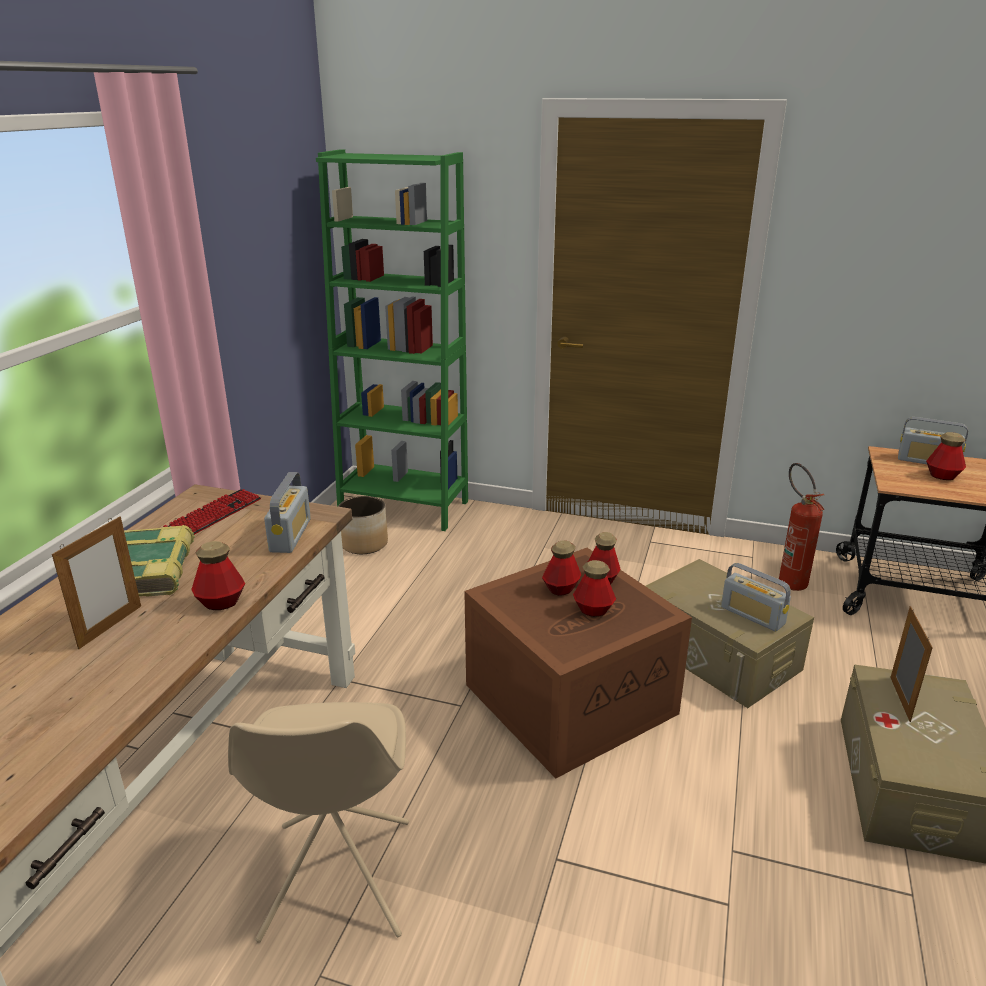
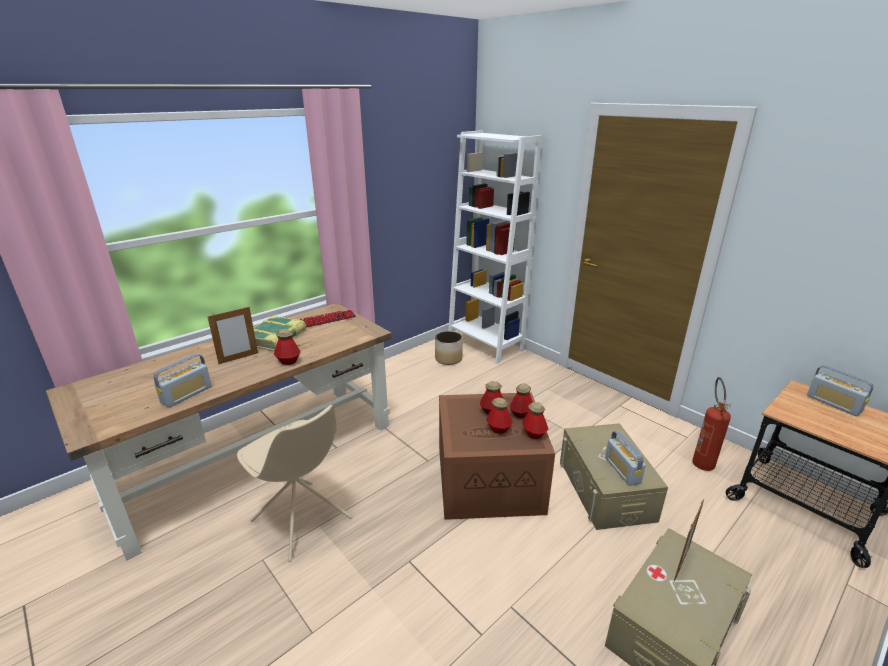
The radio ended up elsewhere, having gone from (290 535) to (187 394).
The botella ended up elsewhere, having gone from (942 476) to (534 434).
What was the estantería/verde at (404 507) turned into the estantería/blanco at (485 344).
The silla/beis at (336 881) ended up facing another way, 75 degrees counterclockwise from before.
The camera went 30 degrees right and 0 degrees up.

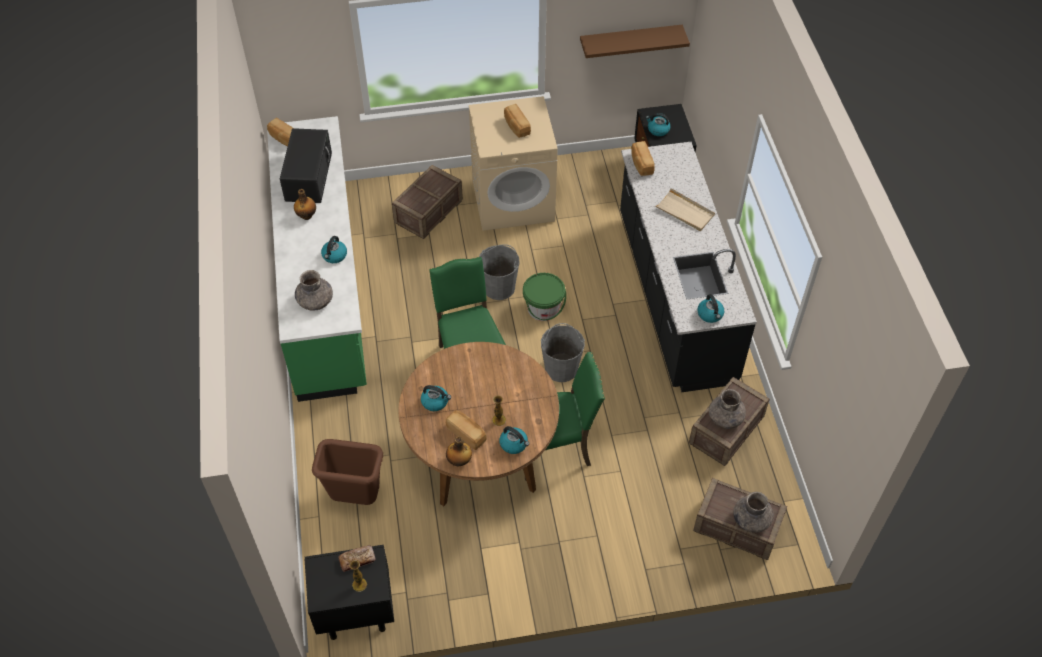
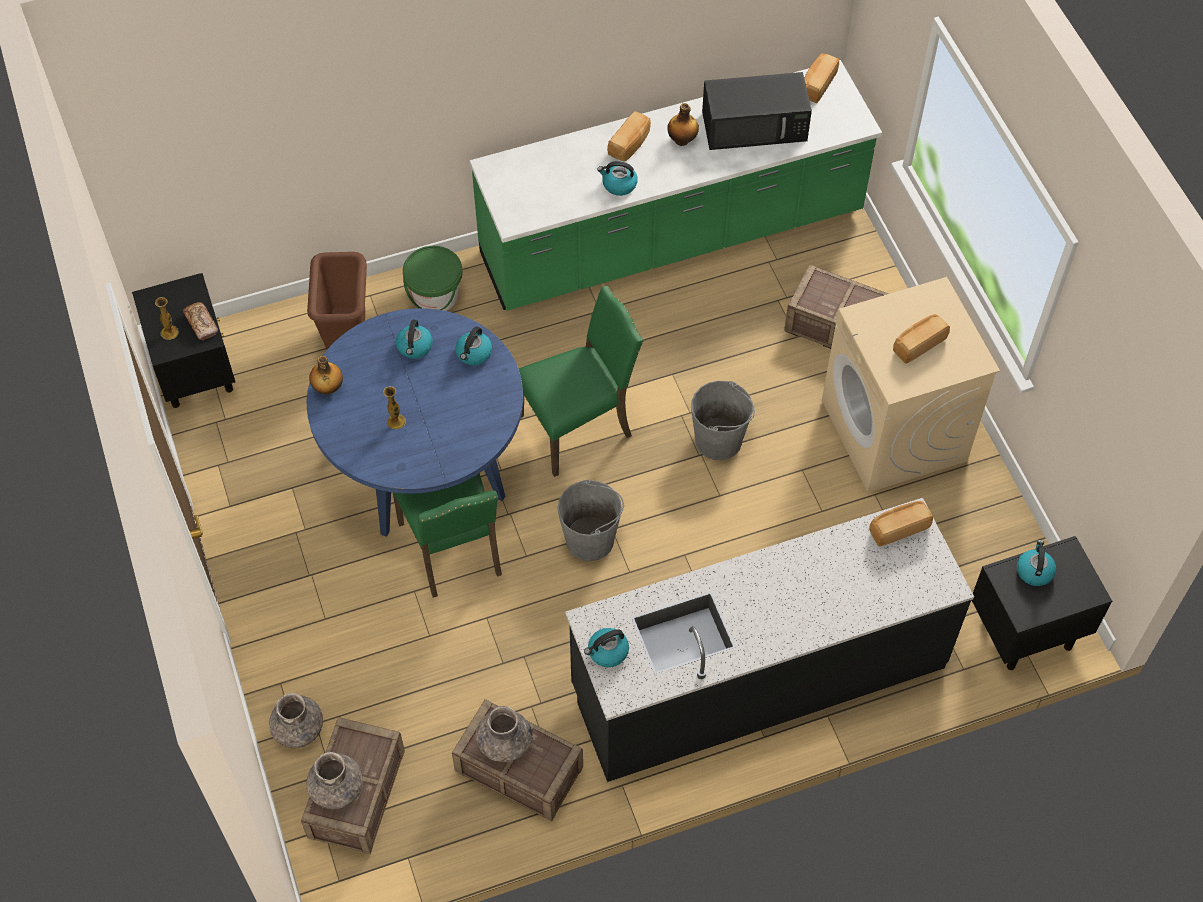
The second view lost the estante/marrón at (630 40).
The second view lost the bandeja/beis at (684 212).
The florero/gris ended up elsewhere, having gone from (315 301) to (298 728).
The pan ended up elsewhere, having gone from (467 434) to (630 144).
The hervidor ended up elsewhere, having gone from (514 444) to (474 354).
The cubo/verde ended up elsewhere, having gone from (543 308) to (435 295).
What was the mesa de comedor/marrón at (481 458) turned into the mesa de comedor/azul at (425 466).
The camera went 80 degrees right and 5 degrees up.

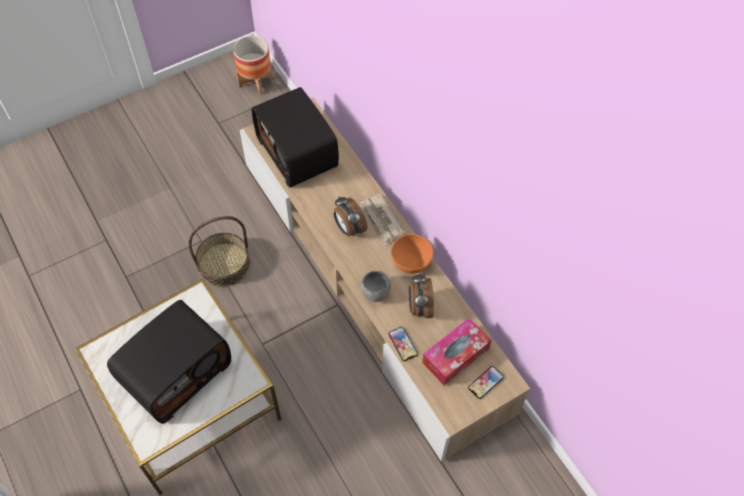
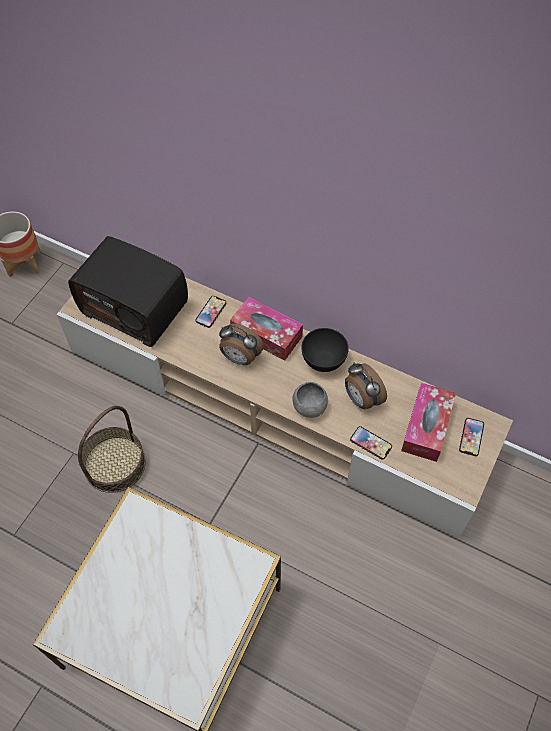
The second view lost the radio at (176 371).
The second view gained the móvil at (211 312).
Where the periódico stood at (381 221), the caja de pañuelos came to stand at (266 334).
What was the cuenco/naranja at (411 263) turned into the cuenco/negro at (324 360).
The camera went 30 degrees left and 0 degrees up.

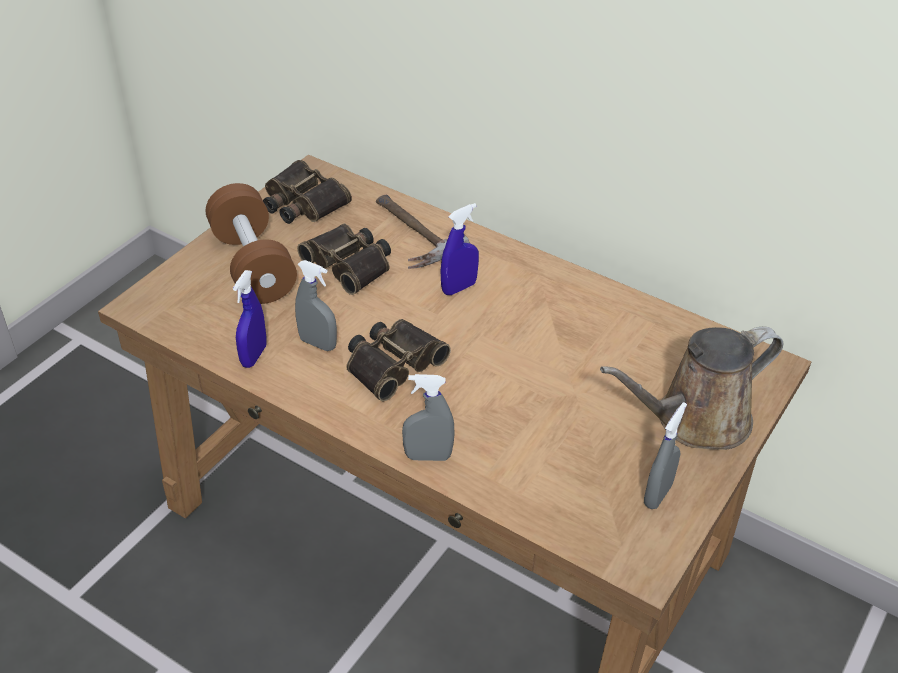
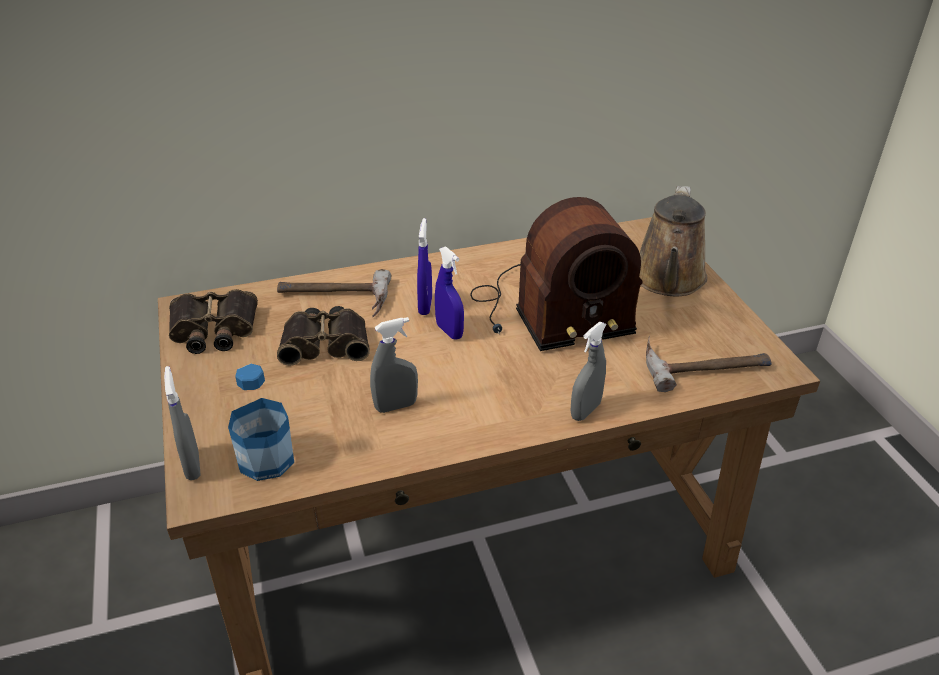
The second view lost the mancuerna/marrón at (253 265).
The second view lost the prismáticos at (392 363).
The second view gained the botella at (266 459).
The second view gained the radio at (548 312).
The second view gained the martillo at (703 363).
The pulverizador/azul ended up elsewhere, having gone from (254 356) to (449 331).
The pulverizador/gris ended up elsewhere, having gone from (657 495) to (192 466).
The camera went 50 degrees left and 5 degrees down.

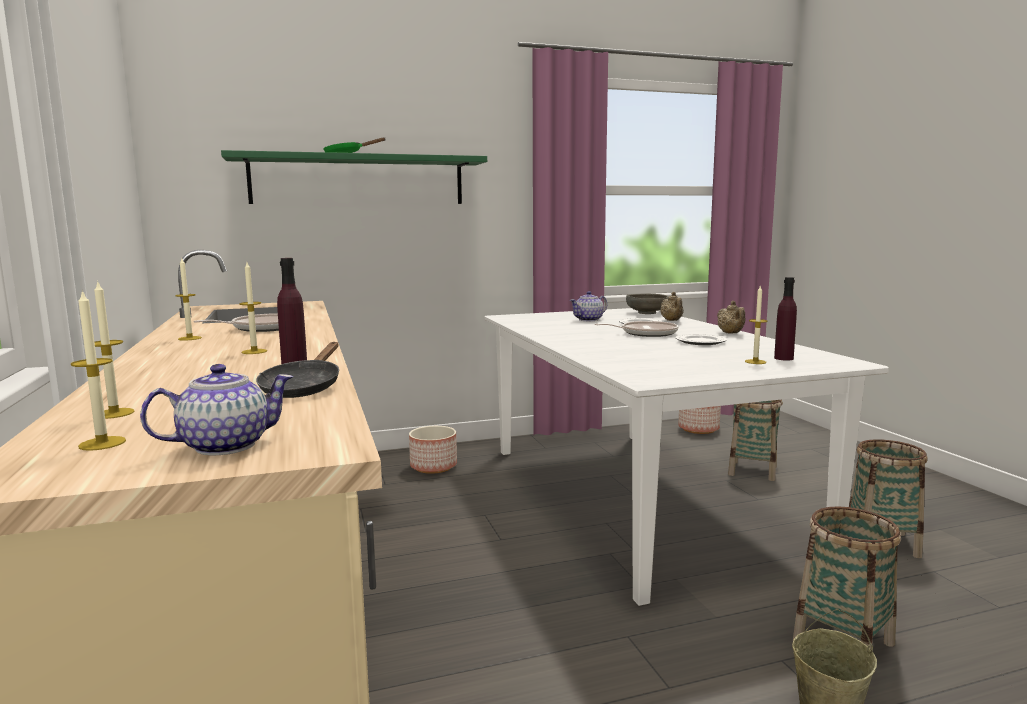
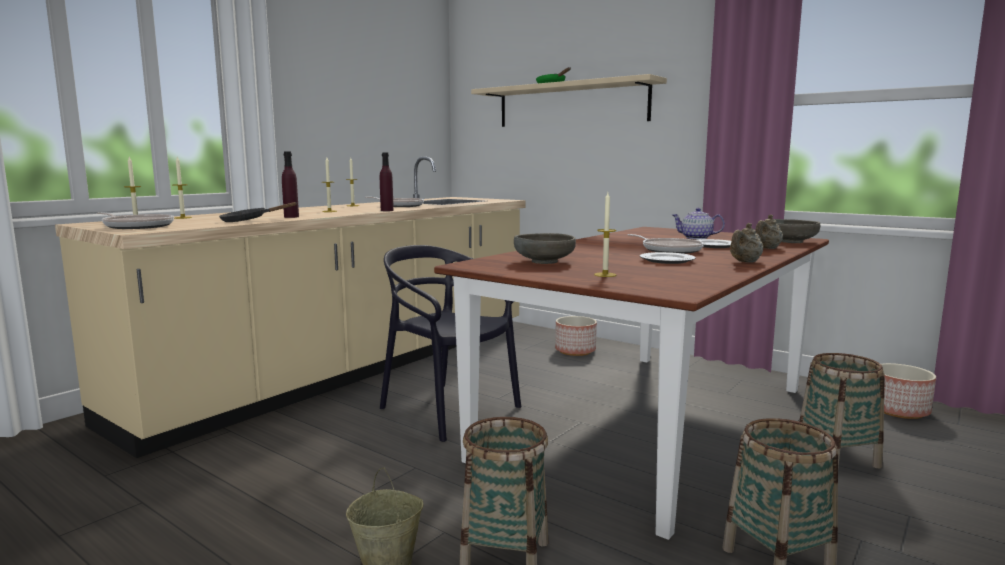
The second view gained the silla/negro at (448 410).
The second view gained the cuenco/gris at (544 261).
The botella/morado ended up elsewhere, having gone from (783 358) to (387 210).
Where the tetera stood at (224 446), the sartén came to stand at (137 226).
What was the estante/verde at (358 180) turned into the estante/beis at (571 105).
What was the mesa de comedor/blanco at (638 498) turned into the mesa de comedor/marrón at (652 422).
The camera went 55 degrees right and 0 degrees up.

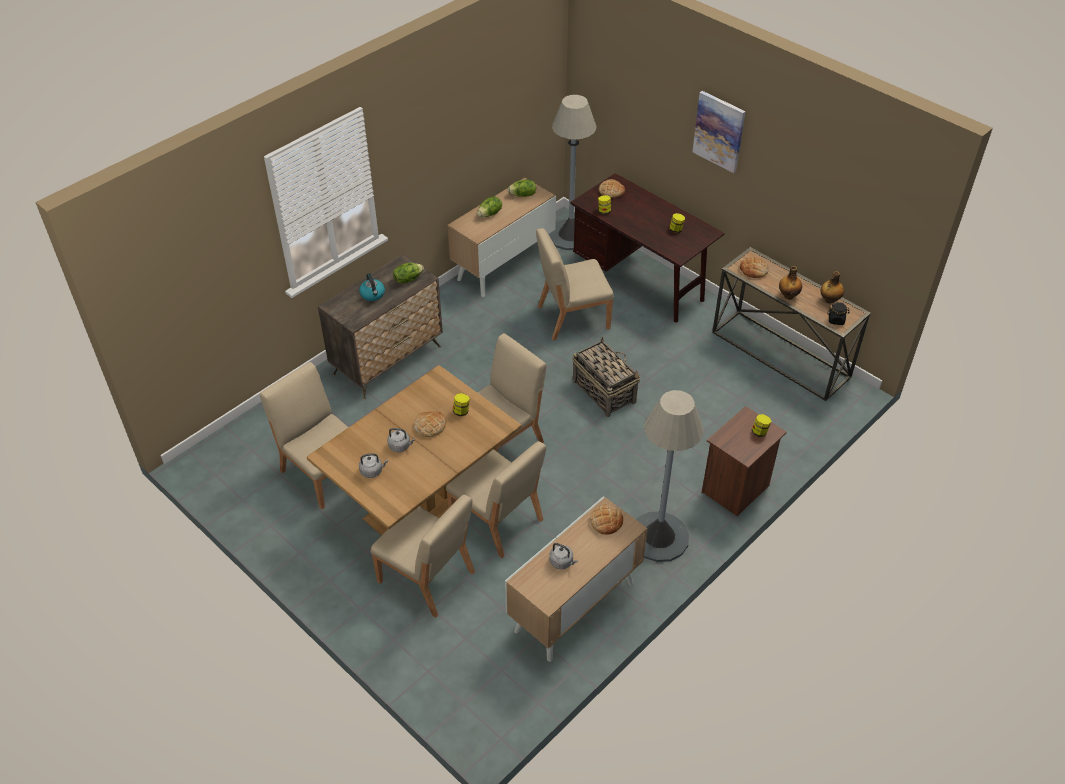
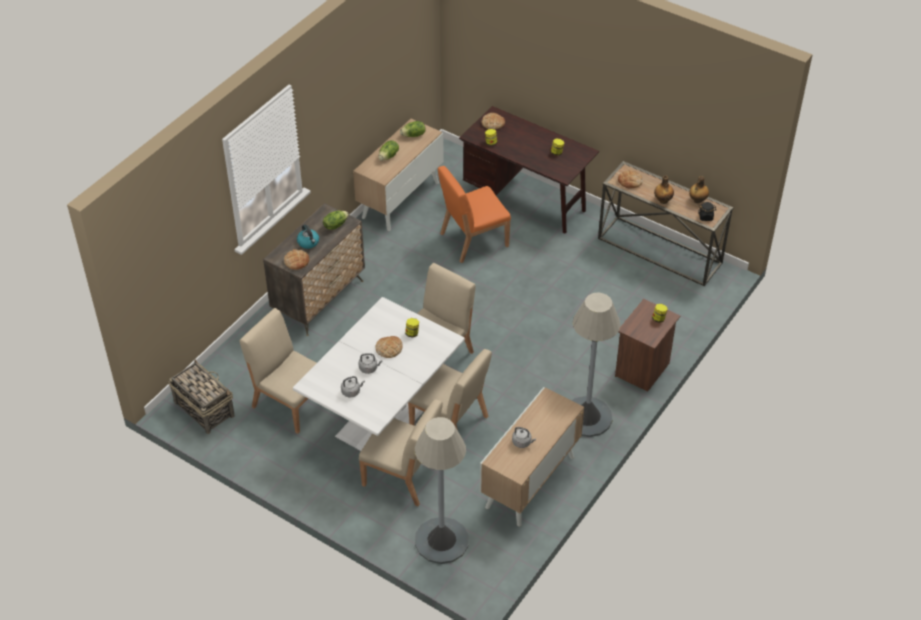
The second view lost the cuadro at (719 131).
The lámpara de pie/gris ended up elsewhere, having gone from (570 235) to (441 541).
The cesta ended up elsewhere, having gone from (603 391) to (204 408).
The pan ended up elsewhere, having gone from (606 521) to (296 261).
What was the mesa de comedor/marrón at (422 505) turned into the mesa de comedor/blanco at (383 418).
What was the silla/beis at (572 317) turned into the silla/naranja at (473 240).
The camera went 10 degrees left and 0 degrees up.

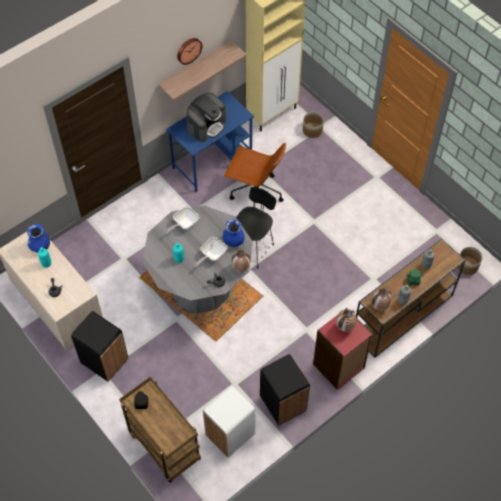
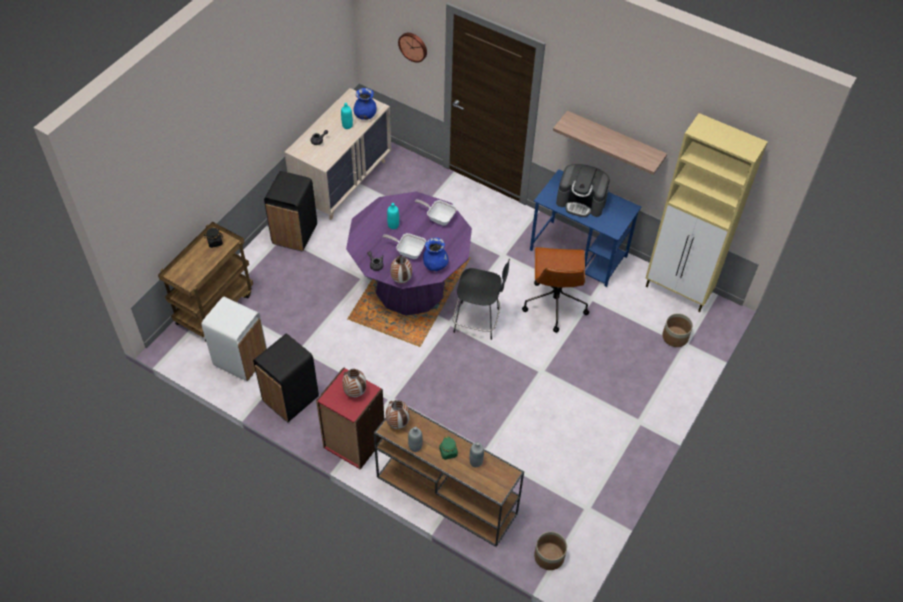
The reloj de pared ended up elsewhere, having gone from (188 50) to (413 46).
What was the mesa de comedor/gris at (200 286) turned into the mesa de comedor/morado at (410 287).
The camera went 70 degrees right and 5 degrees down.

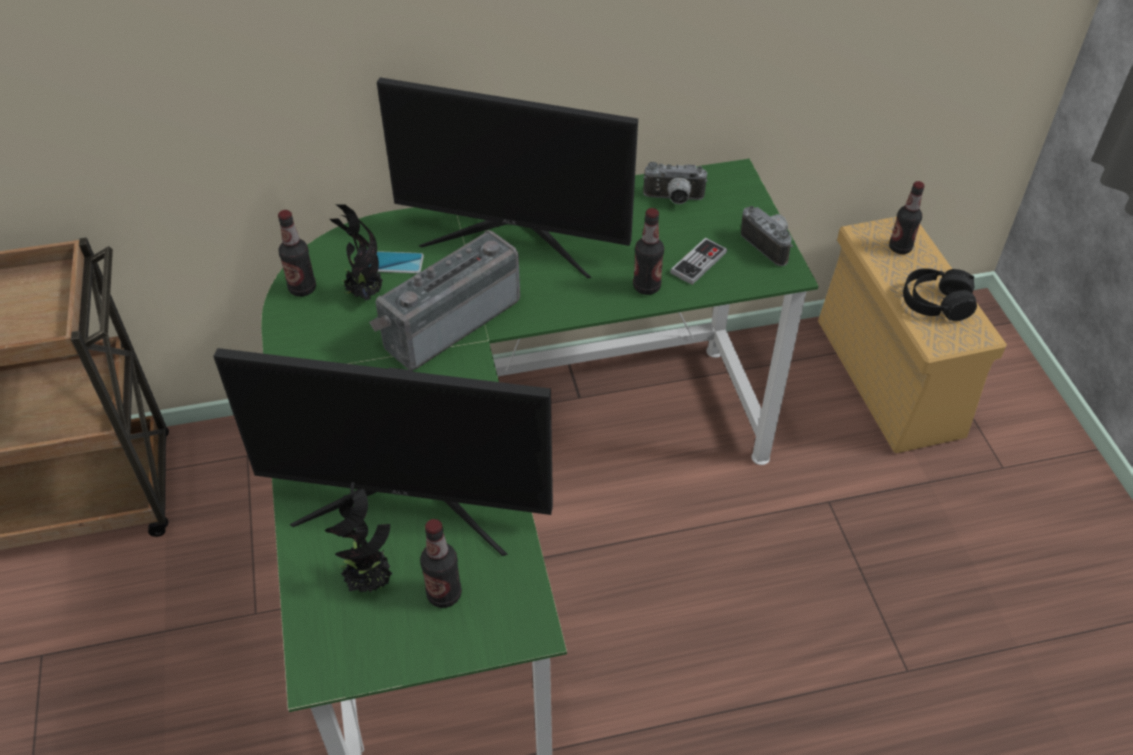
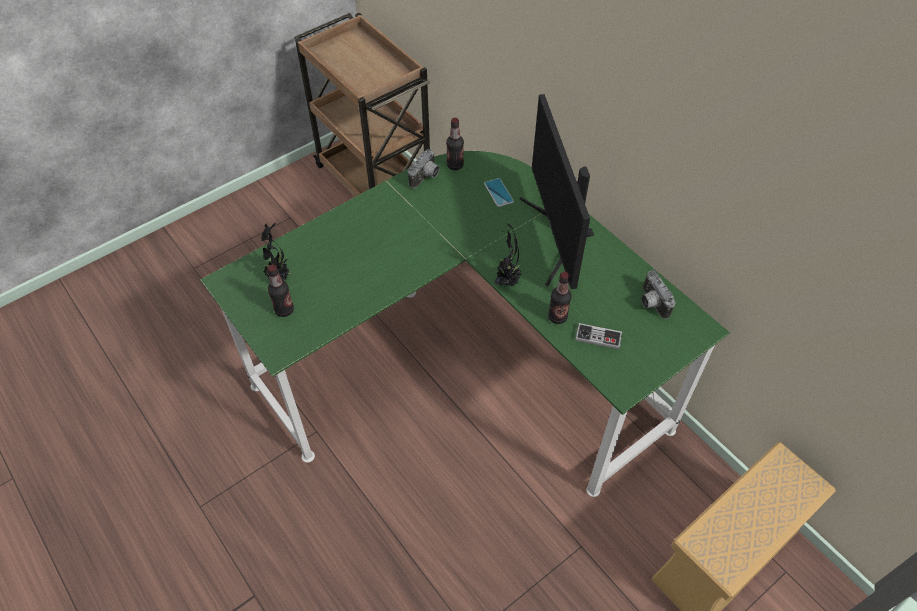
The second view lost the monitor at (409 501).
The second view lost the radio at (448 320).
The second view lost the botella at (900 248).
The second view lost the auriculares/negro at (936 303).
The planta en maceta ended up elsewhere, having gone from (363 294) to (507 280).
The cámara ended up elsewhere, having gone from (769 244) to (426 177).
The camera went 65 degrees right and 5 degrees up.

